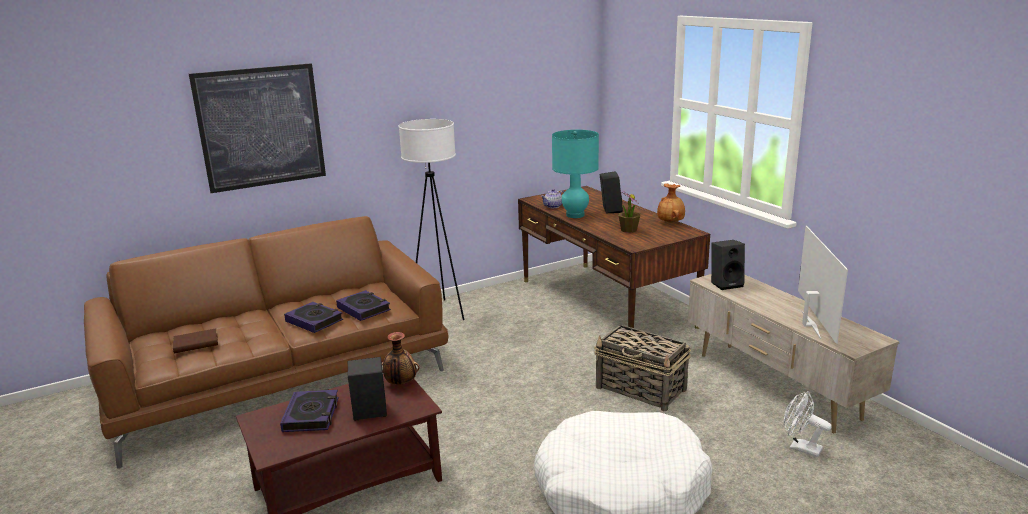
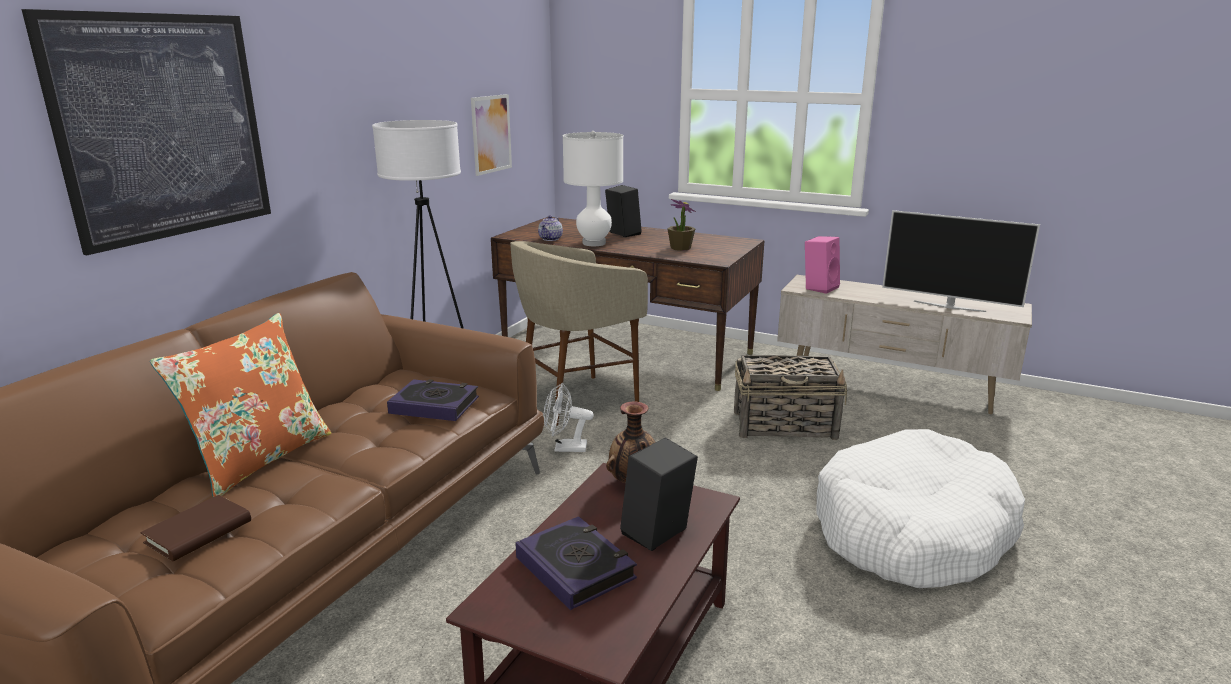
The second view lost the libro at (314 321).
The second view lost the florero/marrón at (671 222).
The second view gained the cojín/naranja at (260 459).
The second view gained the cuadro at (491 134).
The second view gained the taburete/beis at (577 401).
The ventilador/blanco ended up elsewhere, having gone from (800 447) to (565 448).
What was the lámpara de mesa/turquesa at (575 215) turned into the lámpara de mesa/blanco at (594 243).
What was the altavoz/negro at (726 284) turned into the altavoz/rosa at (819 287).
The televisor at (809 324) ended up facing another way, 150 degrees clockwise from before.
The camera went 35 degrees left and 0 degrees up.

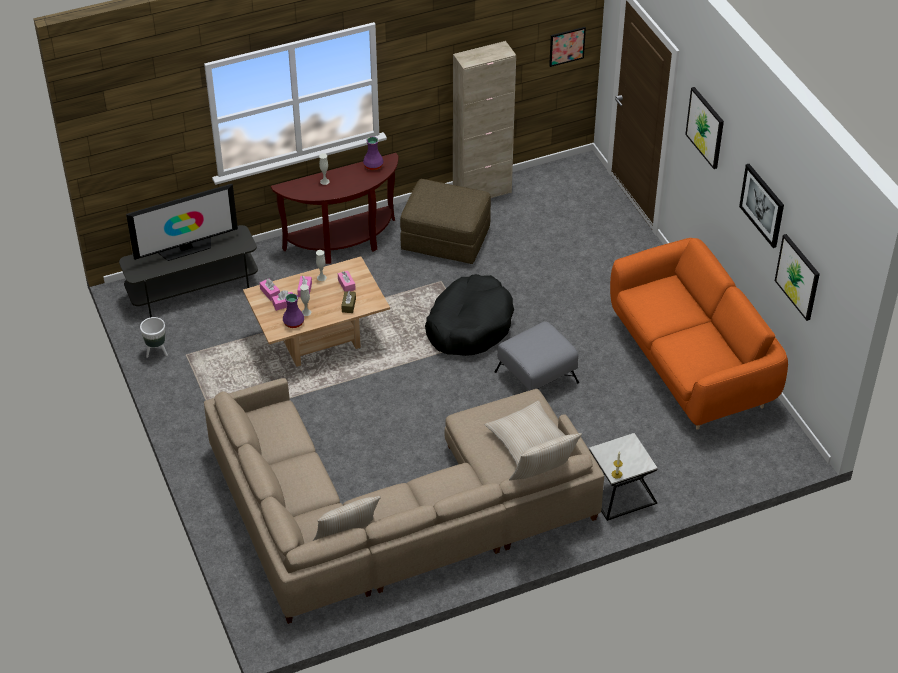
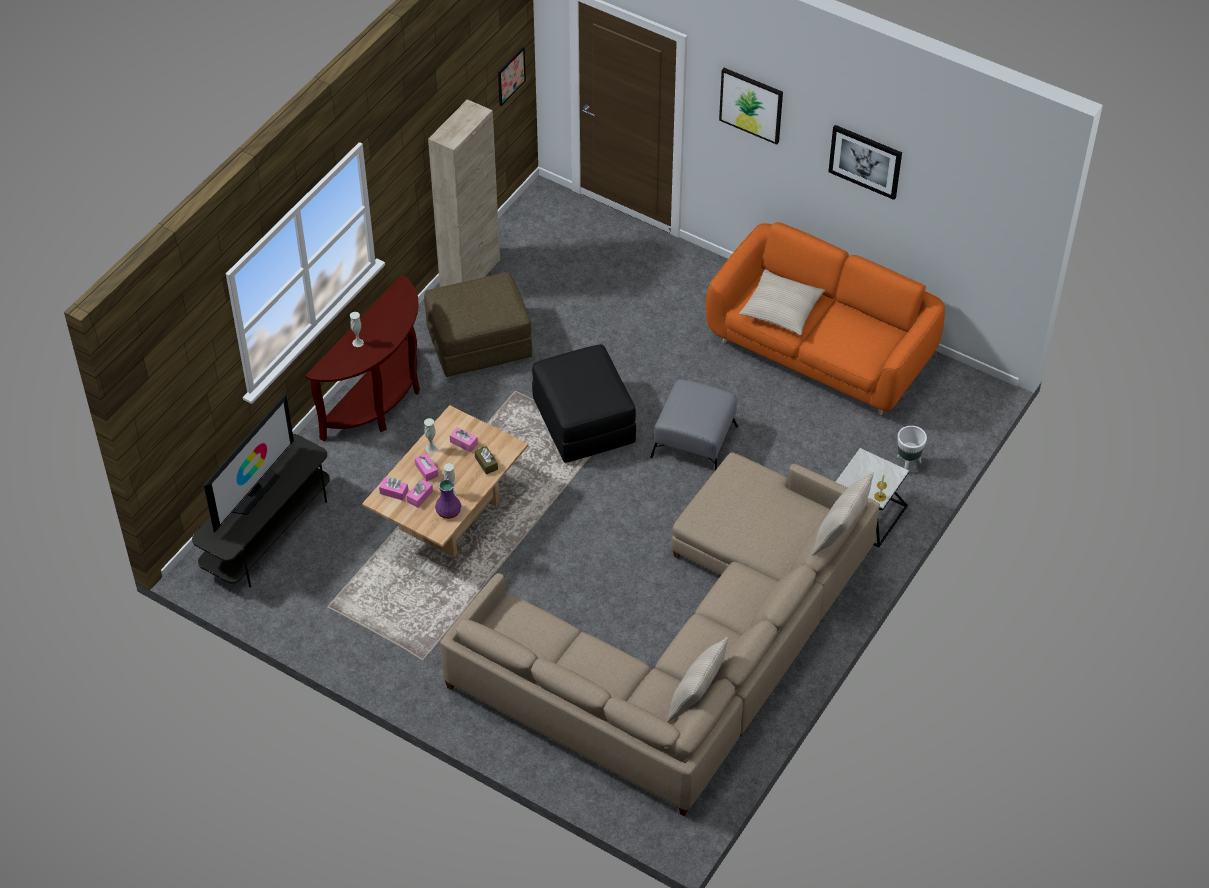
The second view lost the florero/morado at (373 166).
The second view lost the cuadro at (798 276).
The maceta/blanco ended up elsewhere, having gone from (156 352) to (907 464).
The cojín/beis ended up elsewhere, having gone from (527 439) to (781 309).
Where the cama para perro/negro stood at (469 325), the puf/negro came to stand at (584 422).
The camera went 35 degrees left and 5 degrees up.

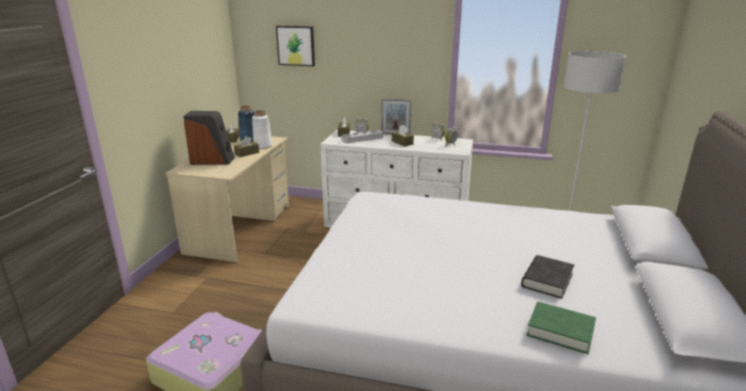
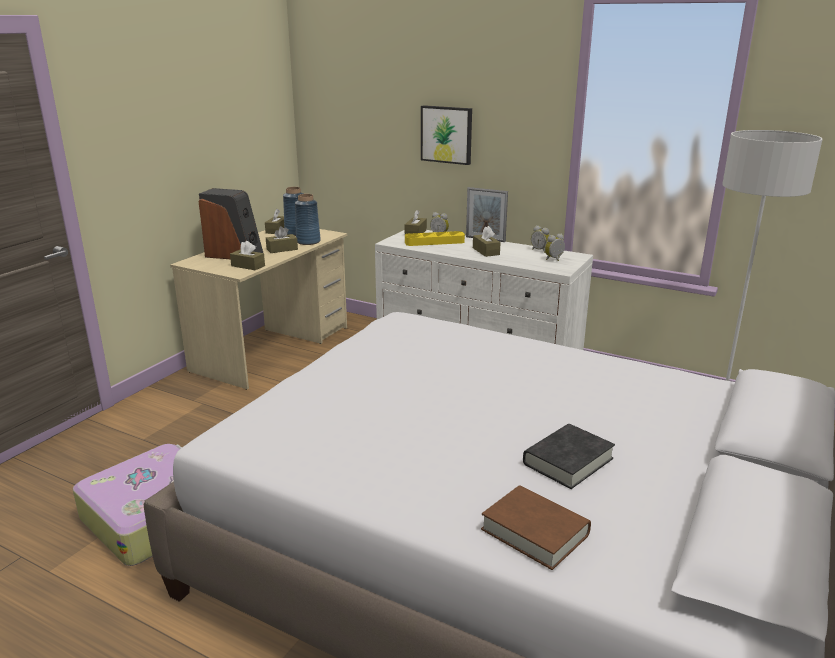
The second view gained the caja de pañuelos/marrón at (248 266).
The cuadro ended up elsewhere, having gone from (296 45) to (447 134).
What was the florero/blanco at (262 146) turned into the florero/azul at (308 241).
What was the bandeja/gris at (362 139) turned into the bandeja/amarillo at (434 242).
What was the libro/verde at (560 331) turned into the libro/marrón at (535 532).
The camera went 15 degrees right and 0 degrees up.

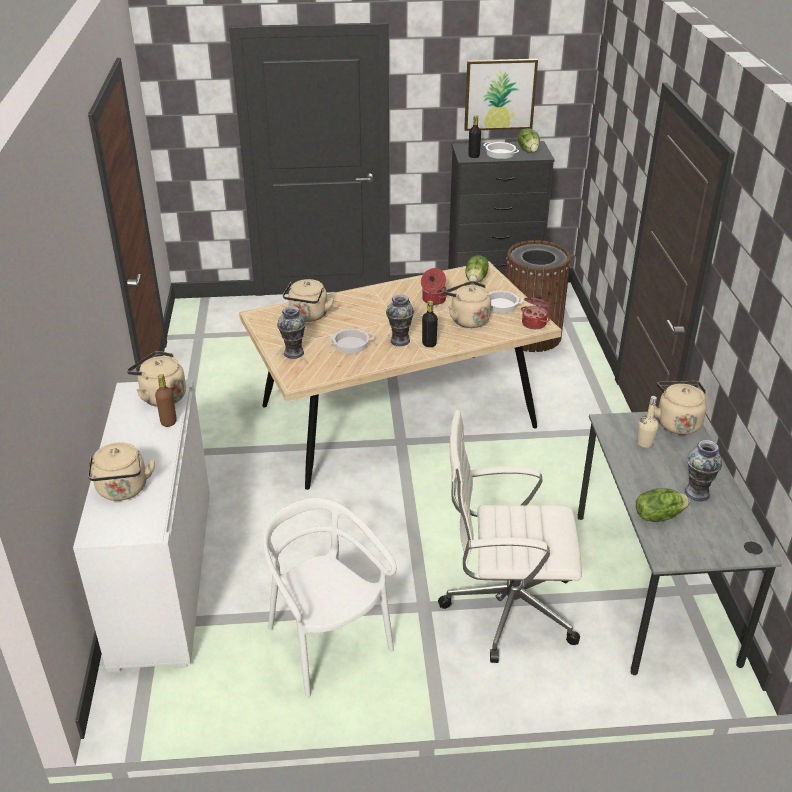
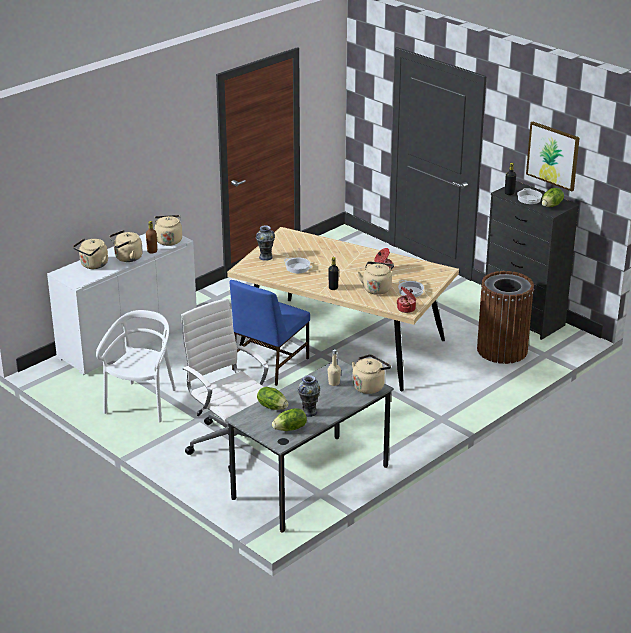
The second view lost the florero at (400 341).
The second view gained the silla/azul at (269 364).
The hervidor/beis ended up elsewhere, having gone from (308 316) to (127 258).
The lechuga ended up elsewhere, having gone from (476 279) to (290 429).
The camera went 50 degrees right and 5 degrees down.

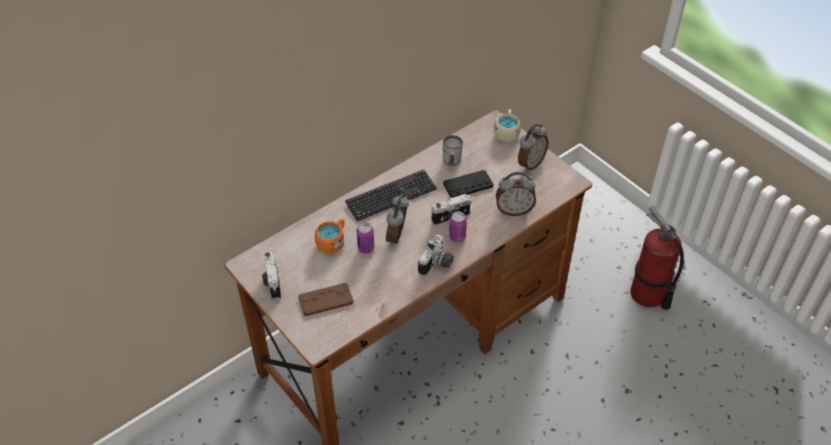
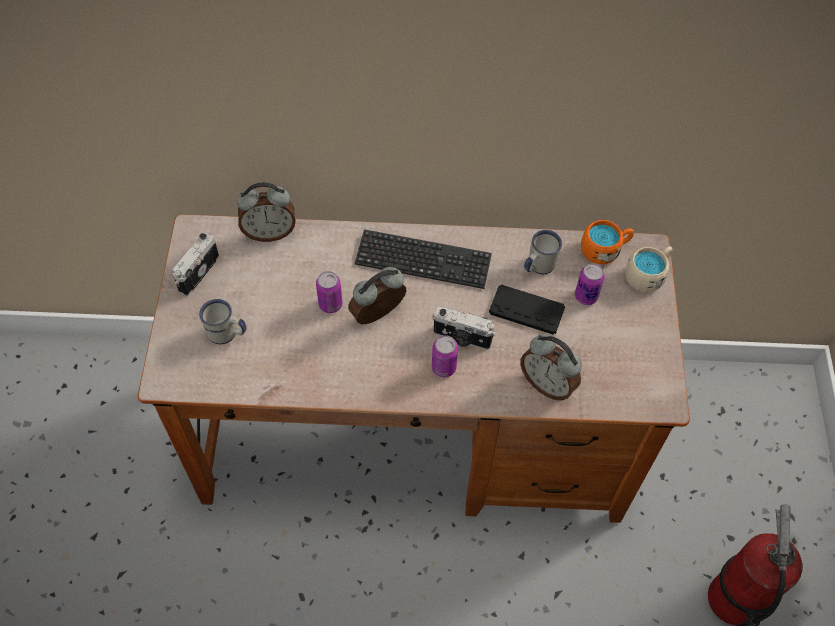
The second view lost the cámara at (437 264).
The second view gained the lata at (586 296).
The taza grande/naranja ended up elsewhere, having gone from (332 241) to (604 249).
The despertador ended up elsewhere, having gone from (530 163) to (269 232).
Where the mando de consola/marrón stood at (326 300), the taza grande/blanco came to stand at (227 334).
The camera went 40 degrees right and 10 degrees up.

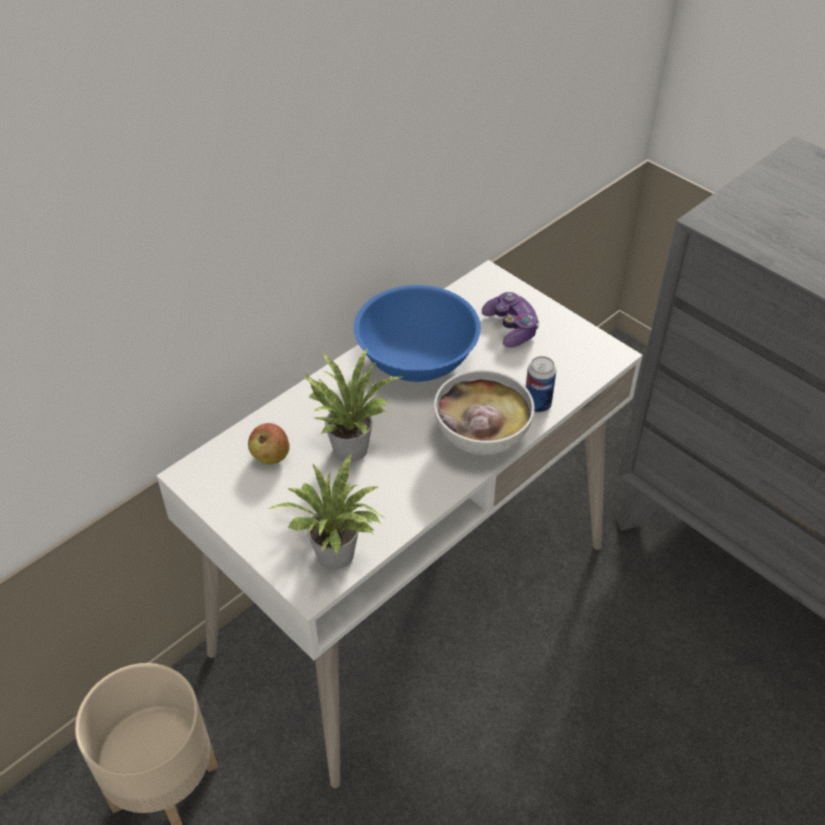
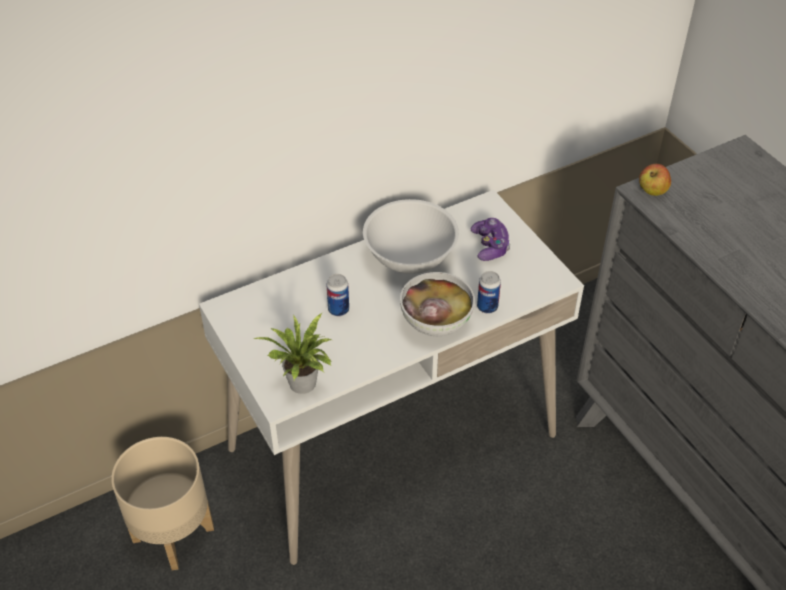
The manzana ended up elsewhere, having gone from (270 456) to (652 191).
Where the planta en maceta stood at (349 445), the lata came to stand at (338 310).
What was the cuenco/azul at (417 359) turned into the cuenco/blanco at (410 256).
The camera went 15 degrees right and 0 degrees up.

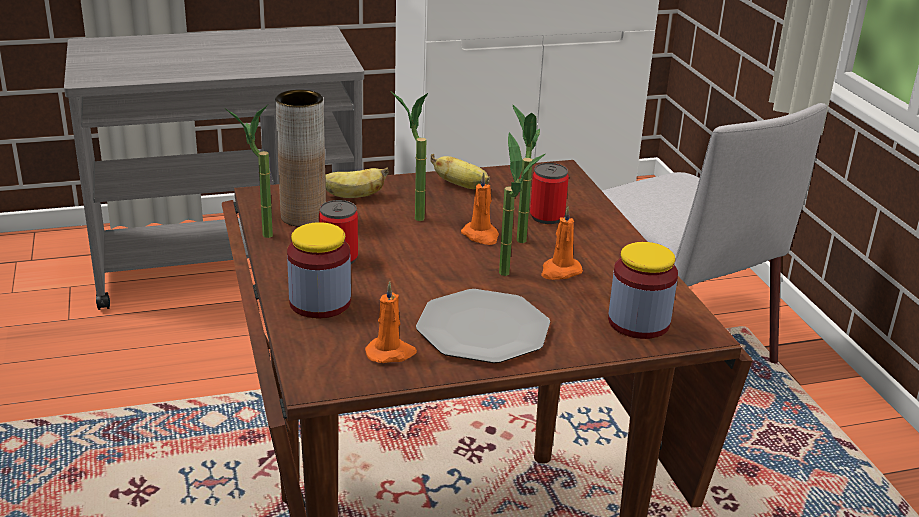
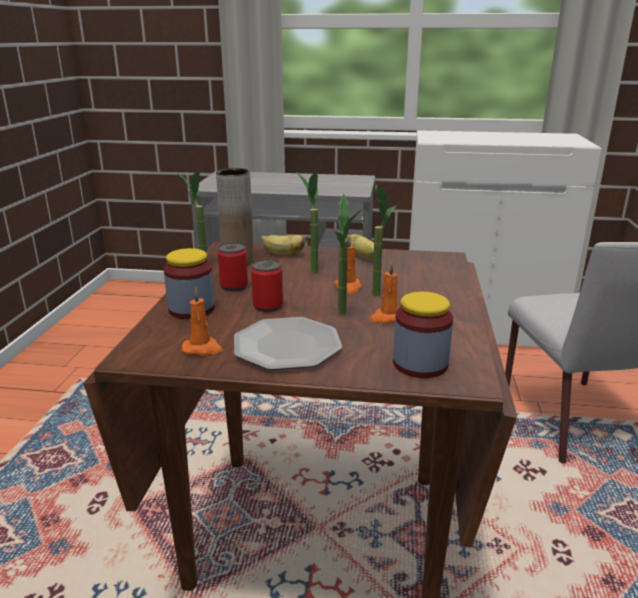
The lata ended up elsewhere, having gone from (547 217) to (268 306).
The camera went 25 degrees right and 5 degrees down.

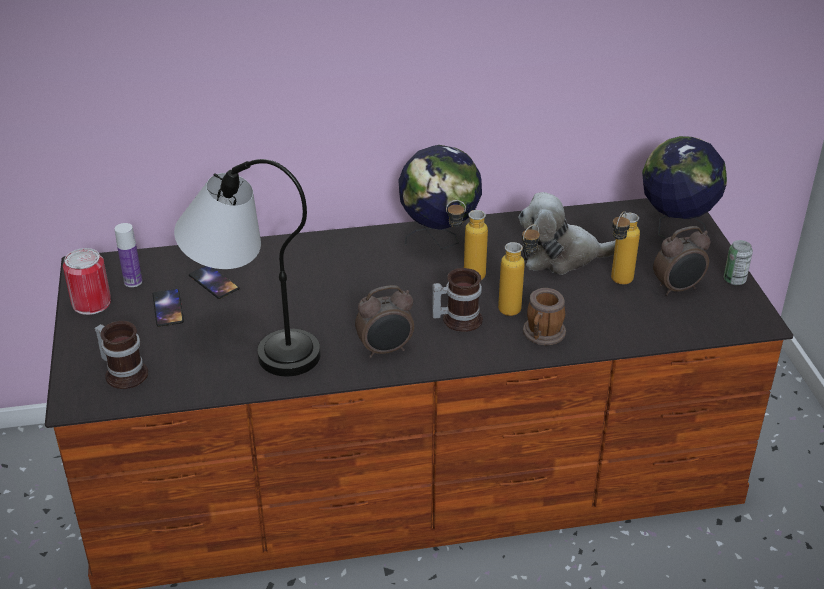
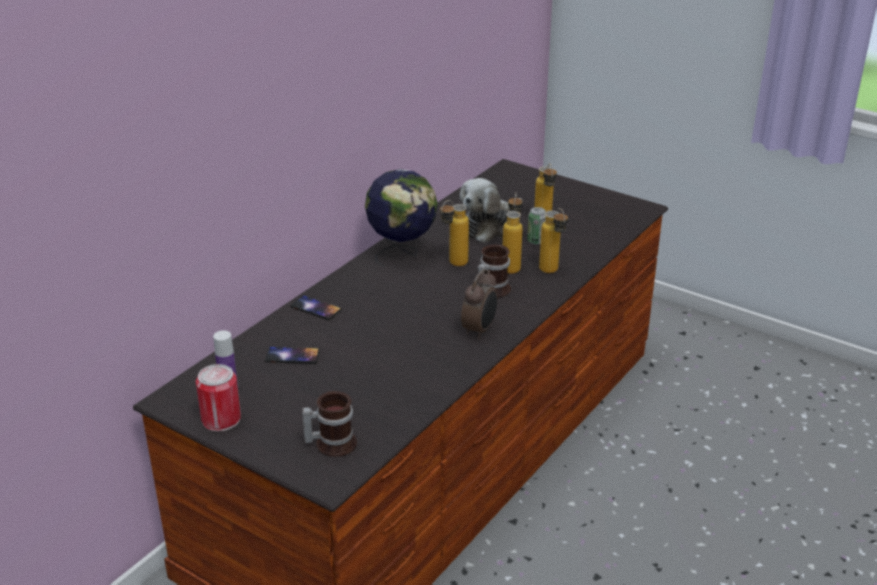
The second view lost the lámpara de mesa at (254 342).
The second view lost the globo terráqueo at (675 231).
The second view lost the despertador at (678 289).
The móvil ended up elsewhere, having gone from (168 308) to (316 308).
The lata ended up elsewhere, having gone from (734 280) to (536 241).
Where the taza grande stood at (542 335), the botella came to stand at (552 273).
The camera went 45 degrees left and 5 degrees down.

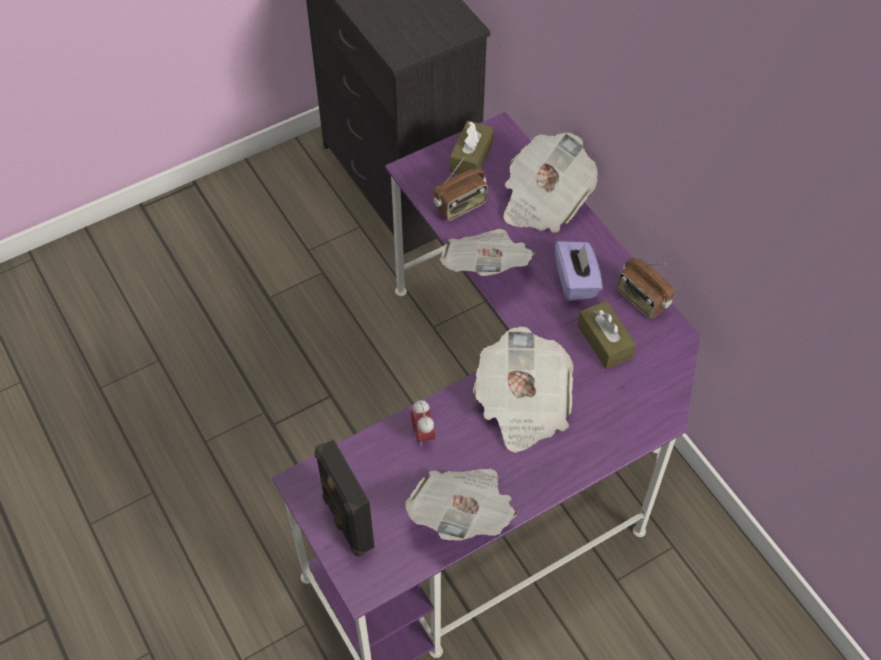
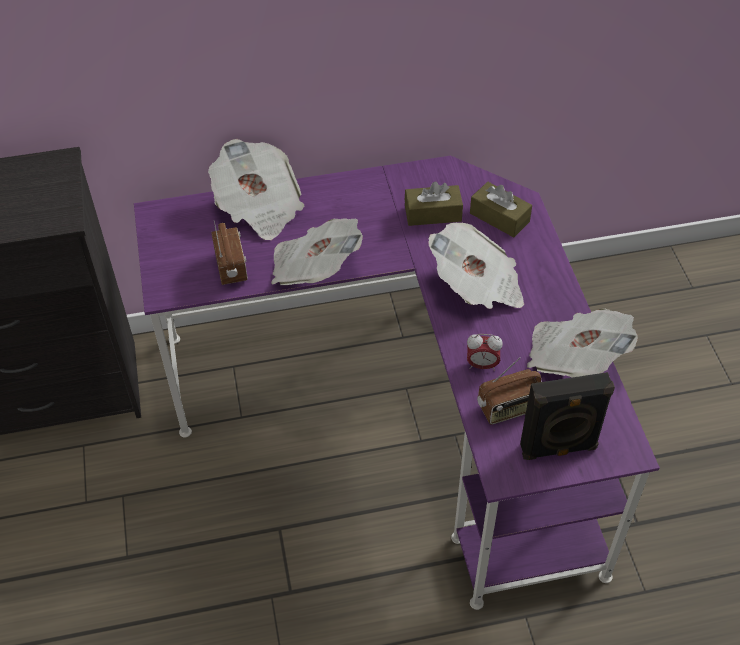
The second view lost the caja de pañuelos/morado at (576 281).
The caja de pañuelos/marrón ended up elsewhere, having gone from (471 157) to (499 217).
The radio ended up elsewhere, having gone from (642 300) to (508 409).
The camera went 70 degrees left and 5 degrees down.

